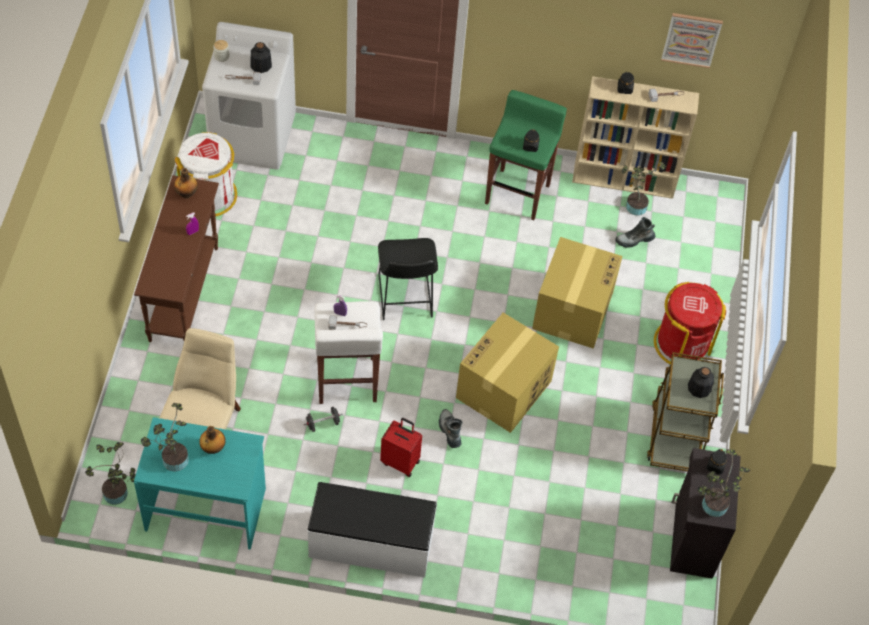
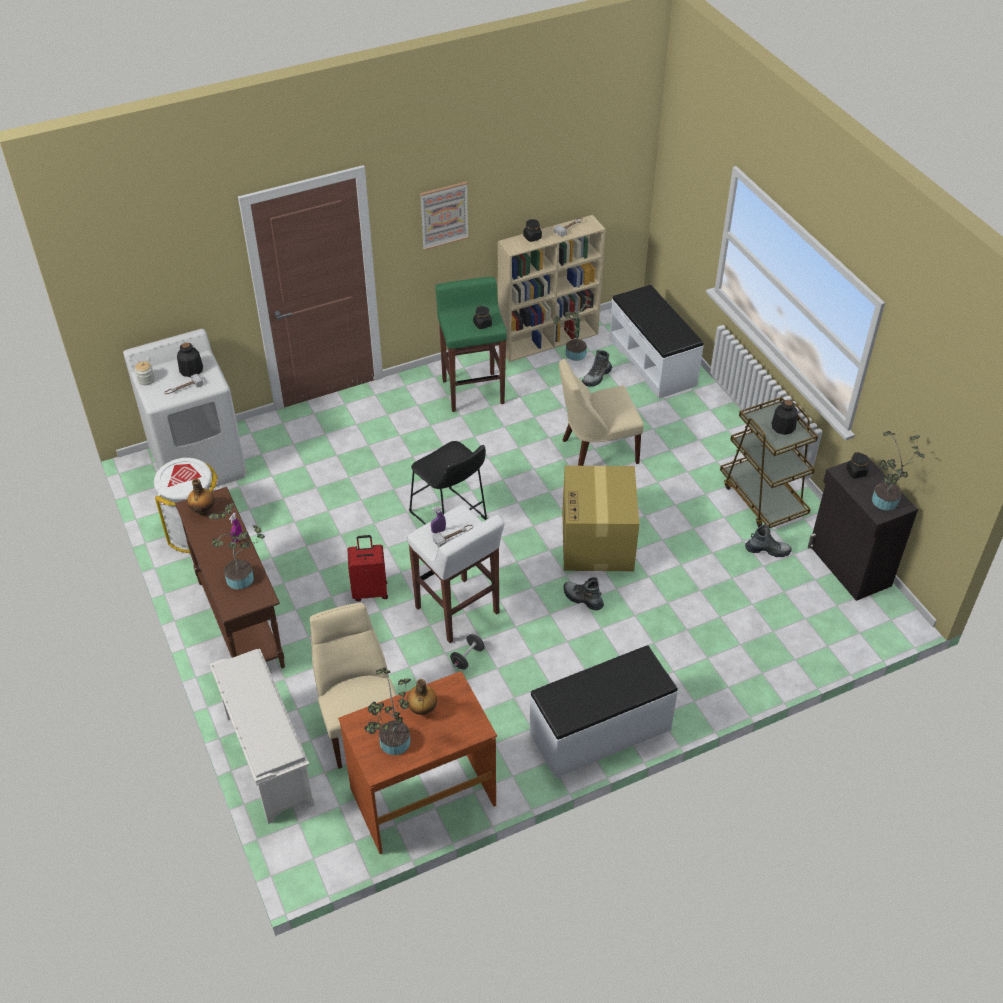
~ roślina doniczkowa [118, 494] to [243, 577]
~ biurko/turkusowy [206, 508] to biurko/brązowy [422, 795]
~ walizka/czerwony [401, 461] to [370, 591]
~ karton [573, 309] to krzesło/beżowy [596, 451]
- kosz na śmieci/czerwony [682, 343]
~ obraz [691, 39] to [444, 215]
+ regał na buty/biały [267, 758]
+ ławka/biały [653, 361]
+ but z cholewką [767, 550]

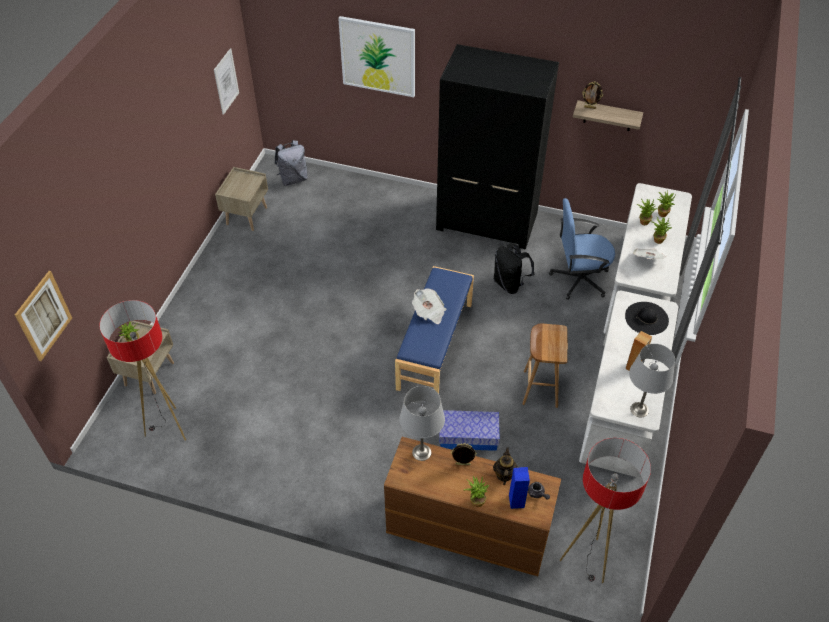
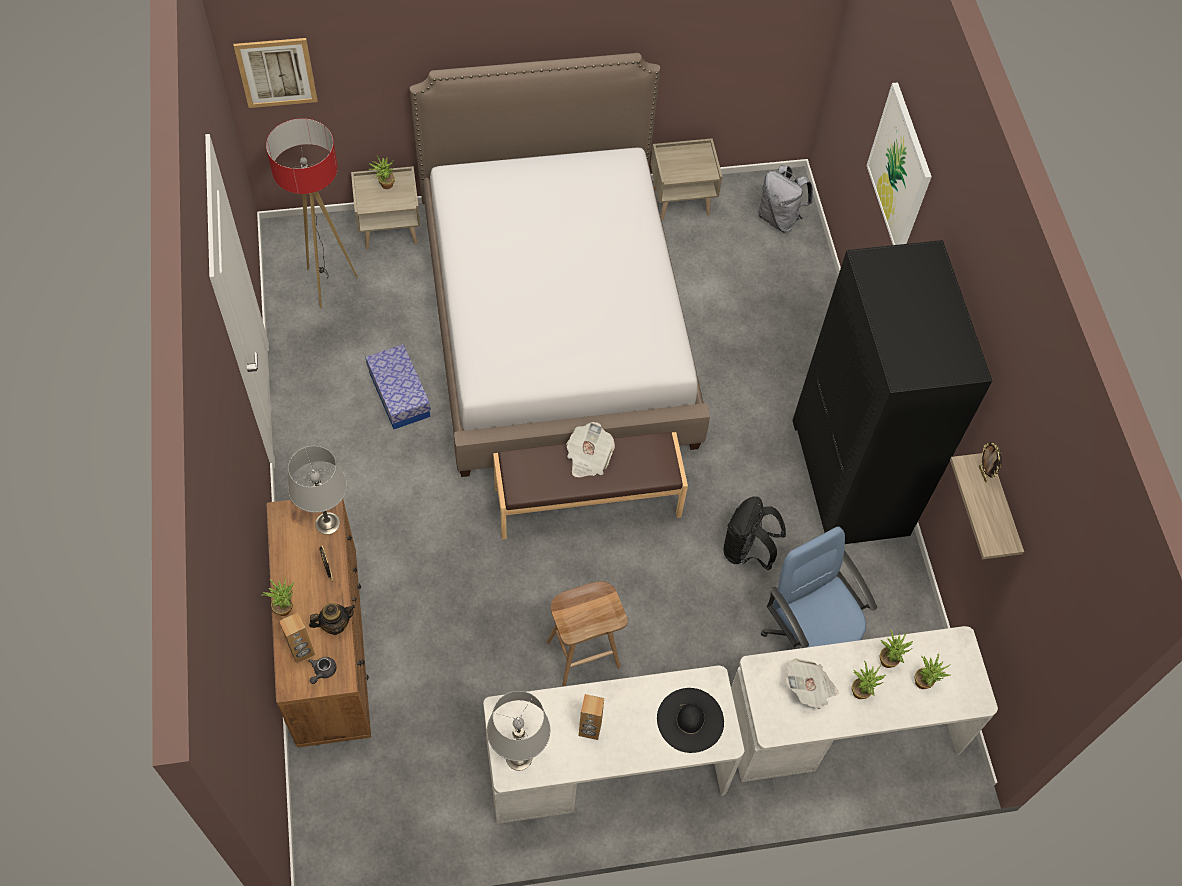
- obraz [226, 81]
~ ławka/niebieski [434, 345] to ławka/brązowy [587, 500]
~ pojemnik do przechowywania [468, 436] to [399, 395]
~ głośnik/niebieski [516, 501] to głośnik/brązowy [302, 652]
- lampa stojąca [586, 561]
+ łóżko [556, 324]

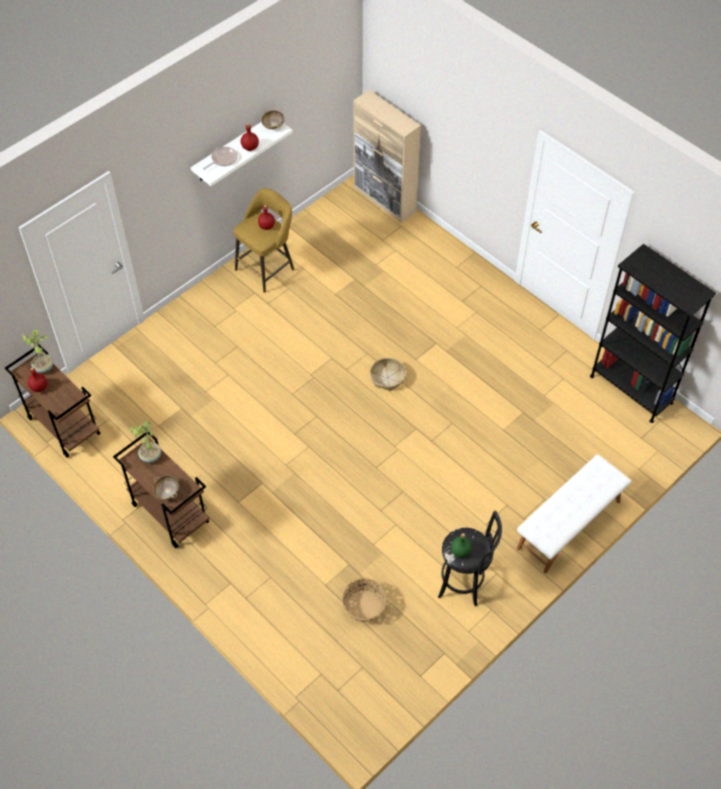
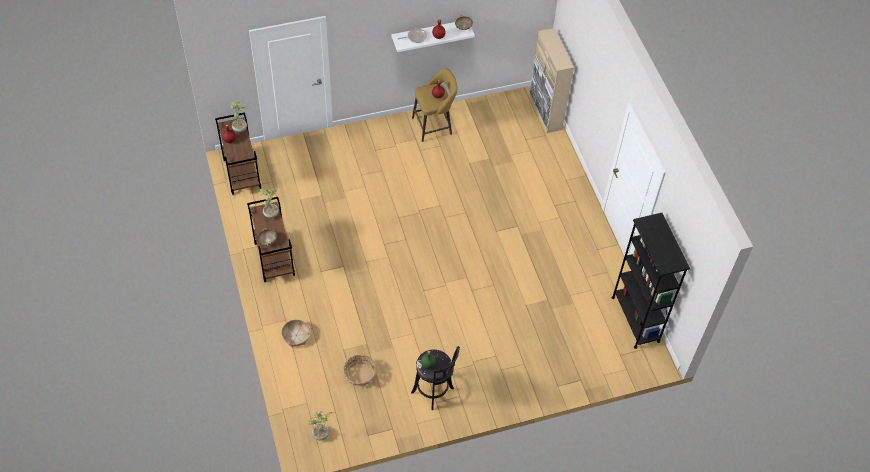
~ koszyk [387, 378] to [296, 335]
- ławka/biały [569, 525]
+ roślina doniczkowa [321, 434]

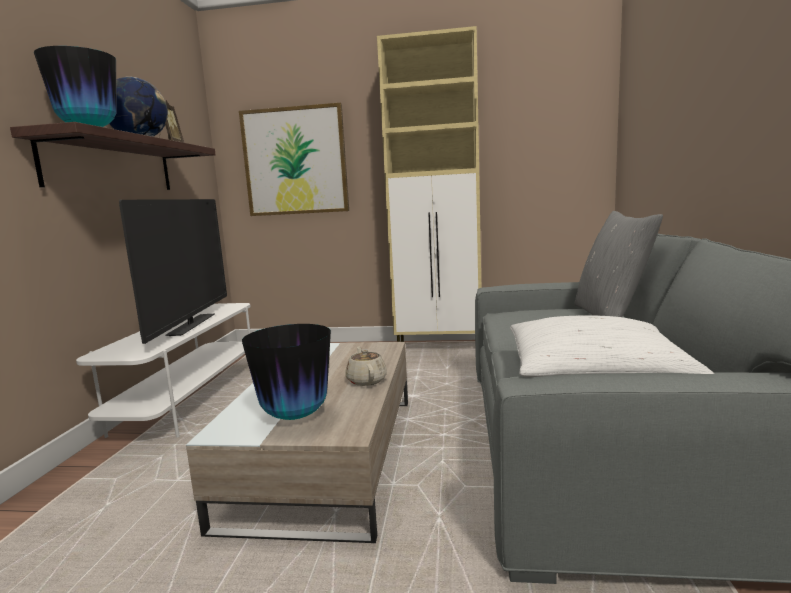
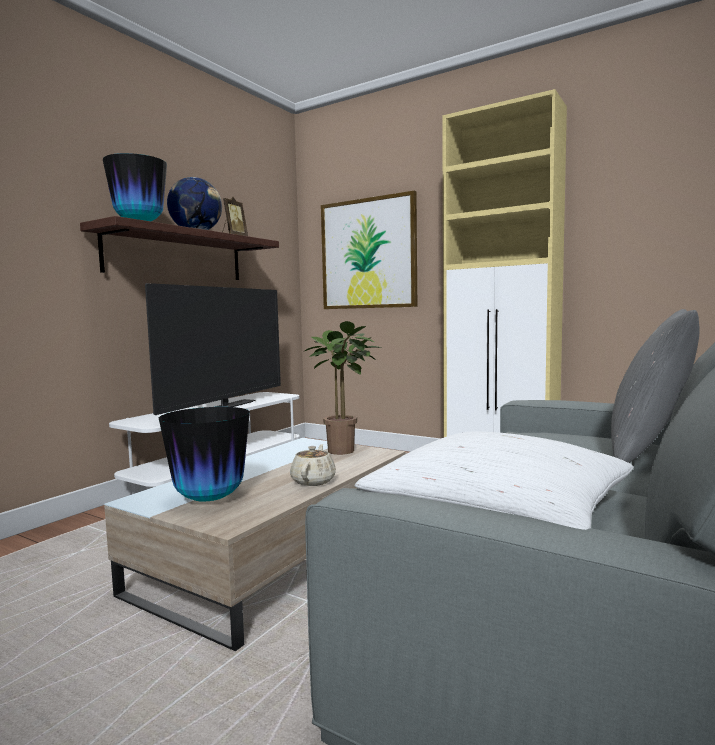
+ roślina doniczkowa [346, 451]

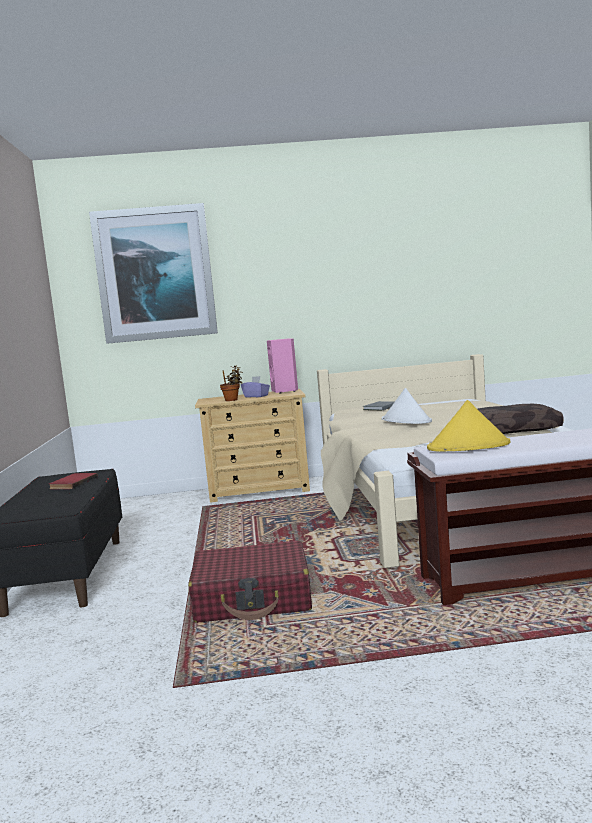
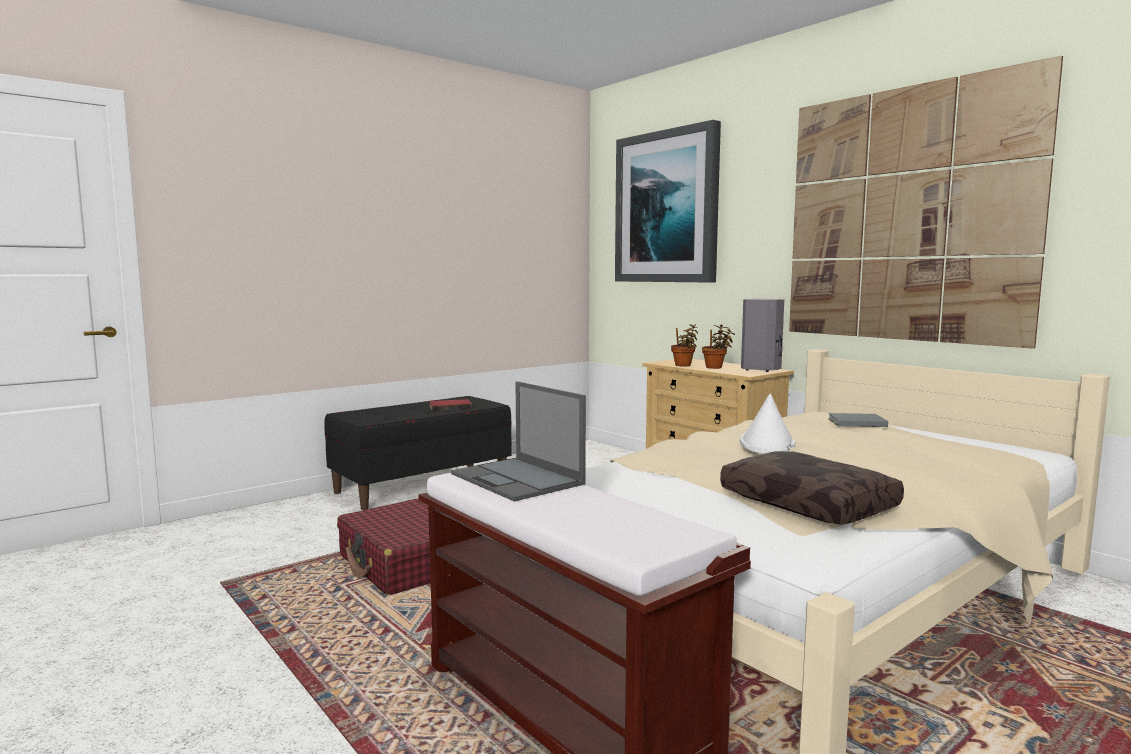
~ pudełko chusteczek/fioletowy [256, 396] to roślina doniczkowa [715, 367]
~ głośnik/różowy [285, 391] to głośnik/szary [762, 369]
~ kapelusz/żółty [469, 446] to laptop [518, 479]
+ obraz [906, 215]

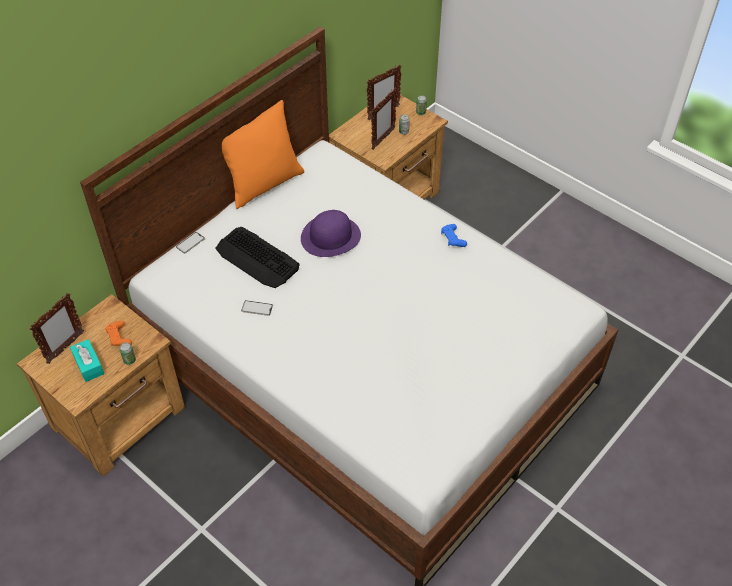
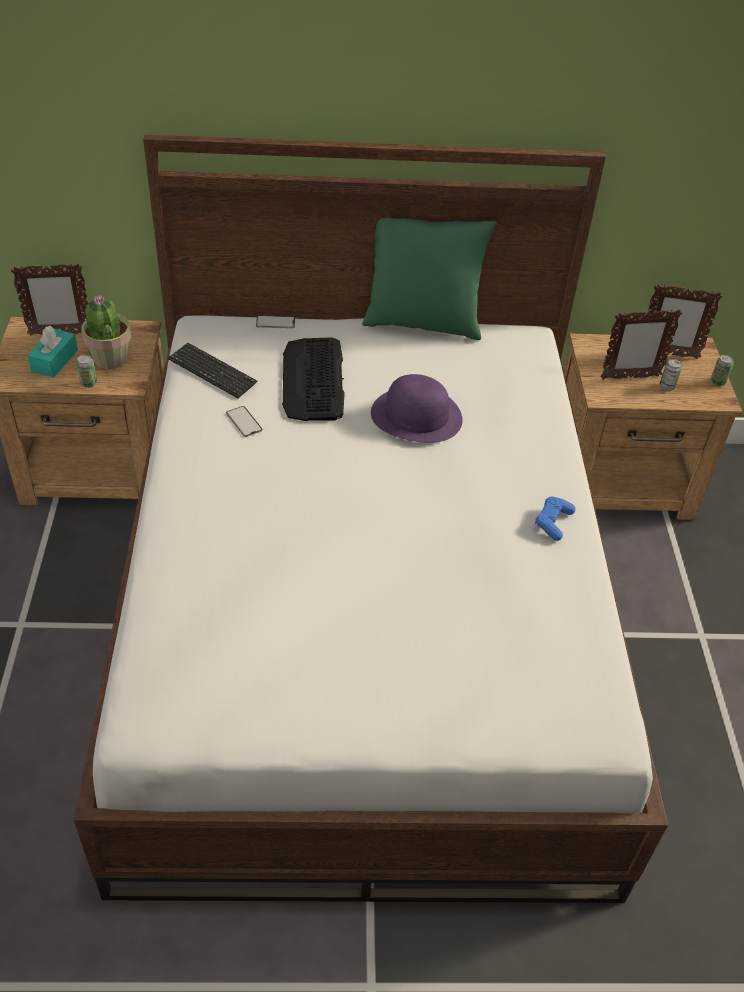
~ pad do gier/pomarańczowy [119, 337] to roślina doniczkowa [110, 359]
~ poduszka/pomarańczowy [263, 184] to poduszka/zielony [422, 323]
+ klawiatura [212, 372]

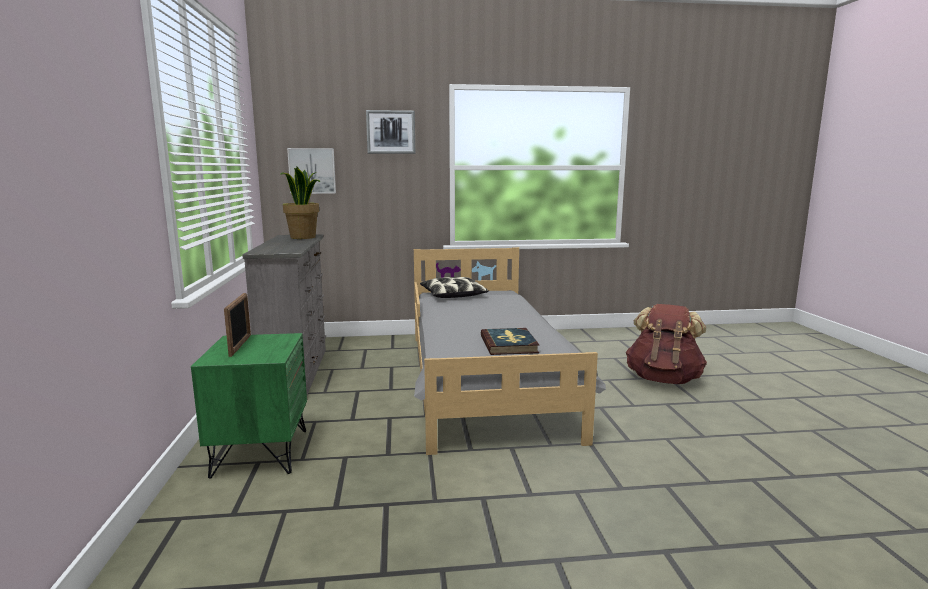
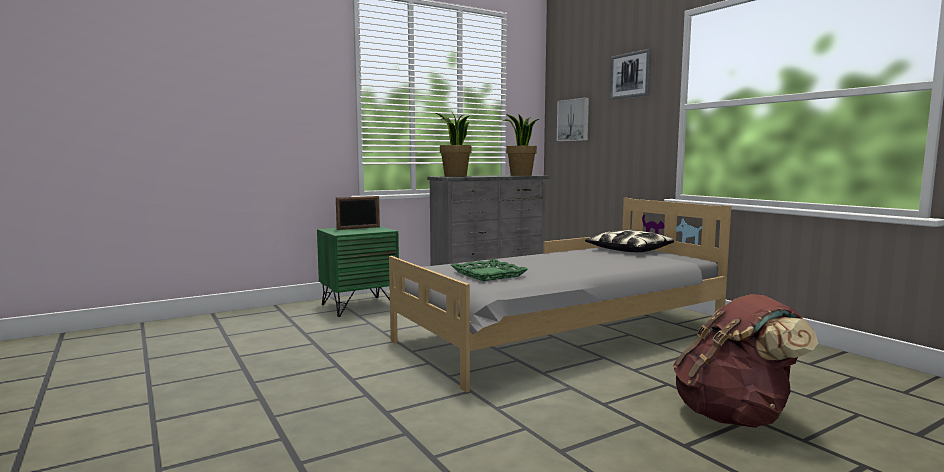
~ książka [509, 344] to taca/zielony [489, 274]
+ roślina doniczkowa [455, 176]

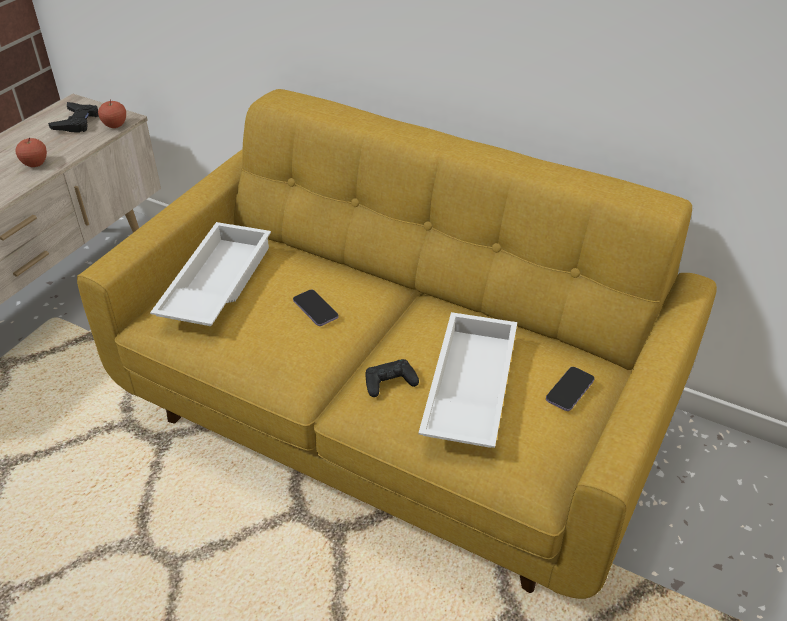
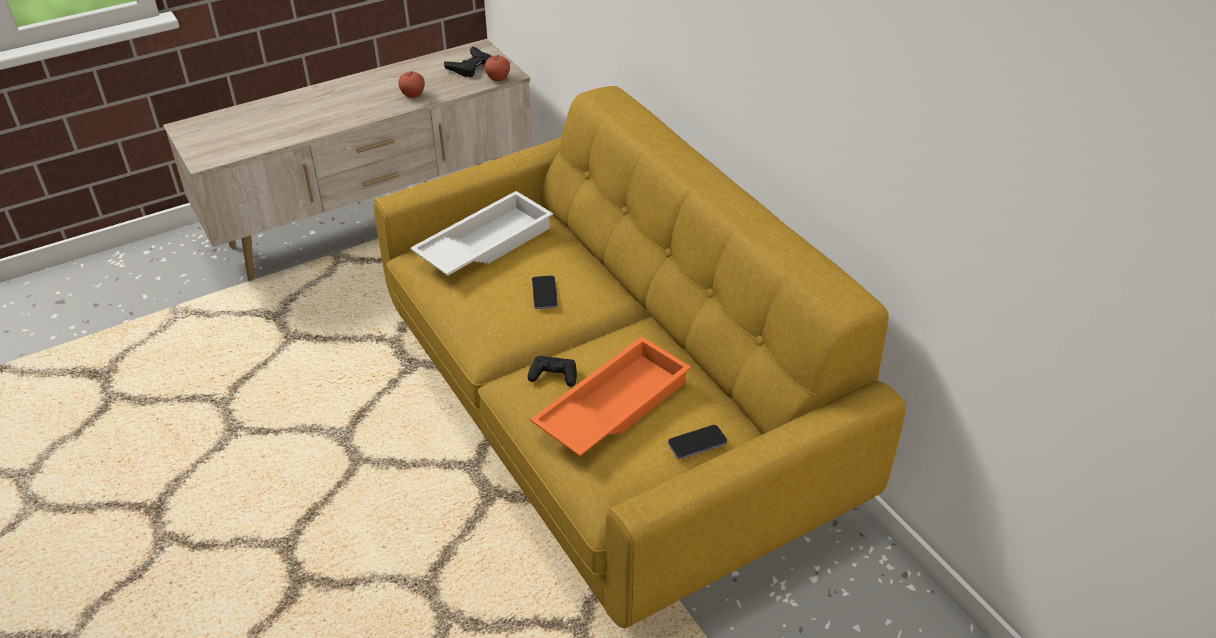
~ taca/biały [467, 388] to taca/pomarańczowy [611, 406]

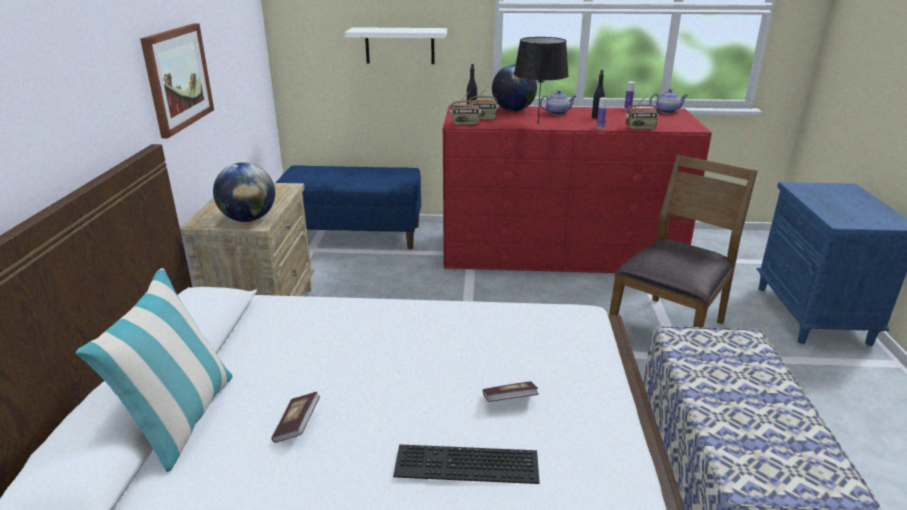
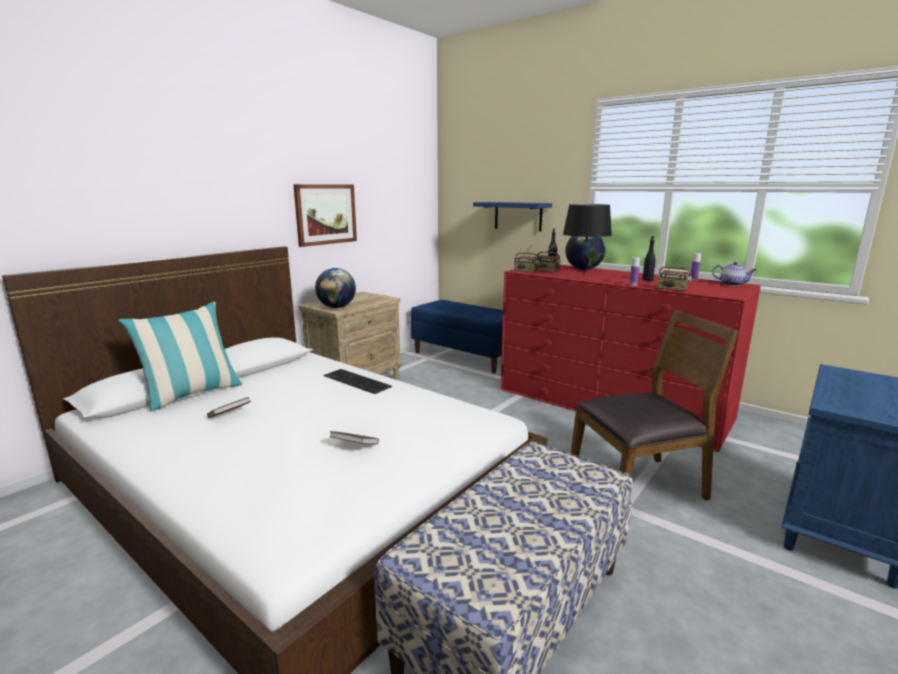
~ półka/biały [400, 45] to półka/niebieski [518, 216]
~ klawiatura [465, 466] to [355, 381]
- imbryk [557, 113]

